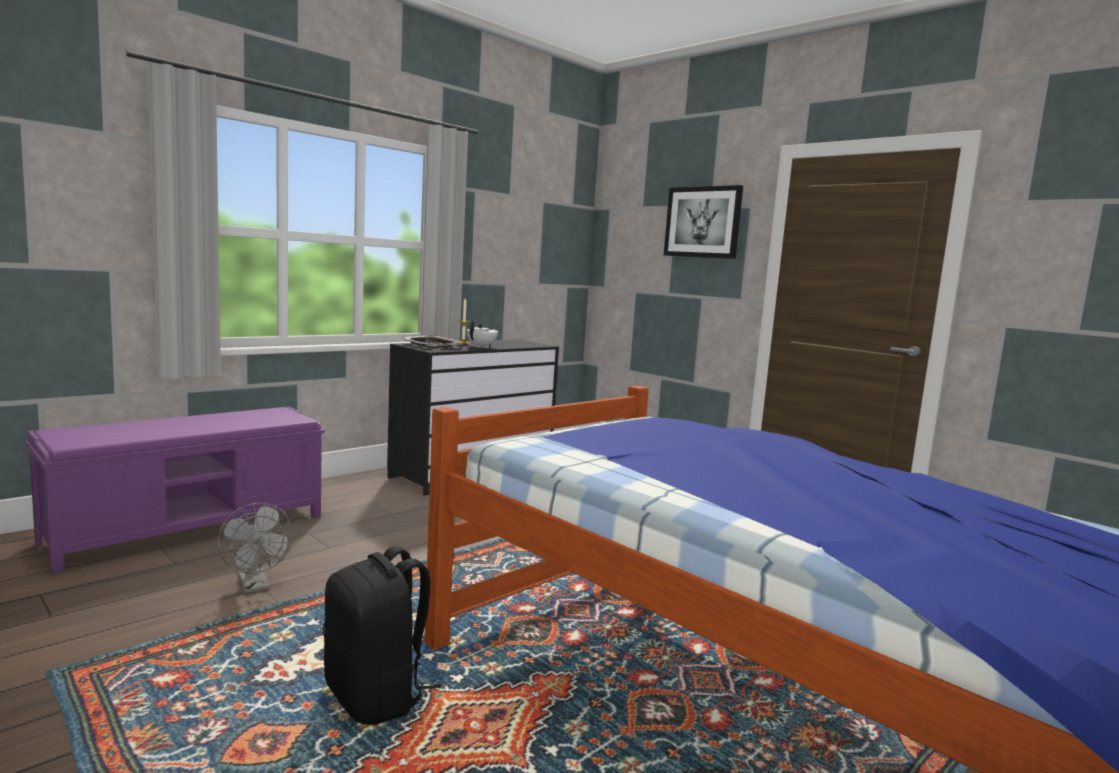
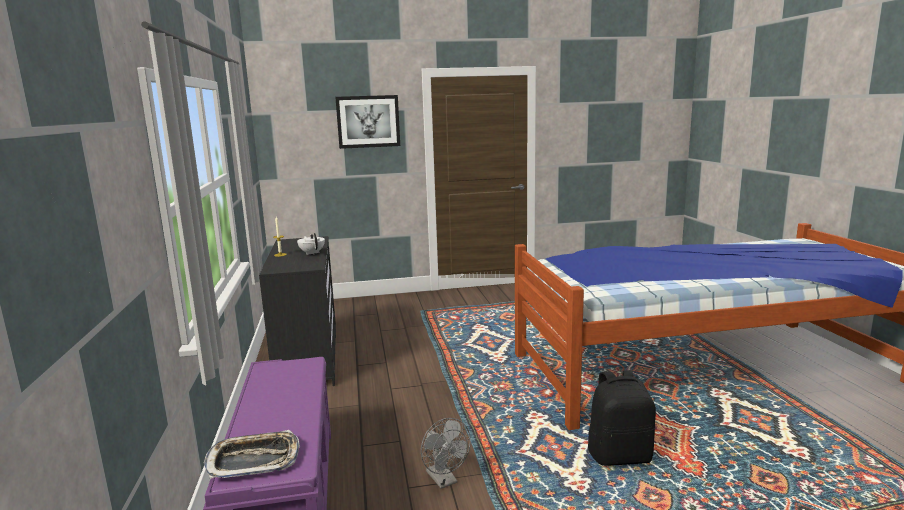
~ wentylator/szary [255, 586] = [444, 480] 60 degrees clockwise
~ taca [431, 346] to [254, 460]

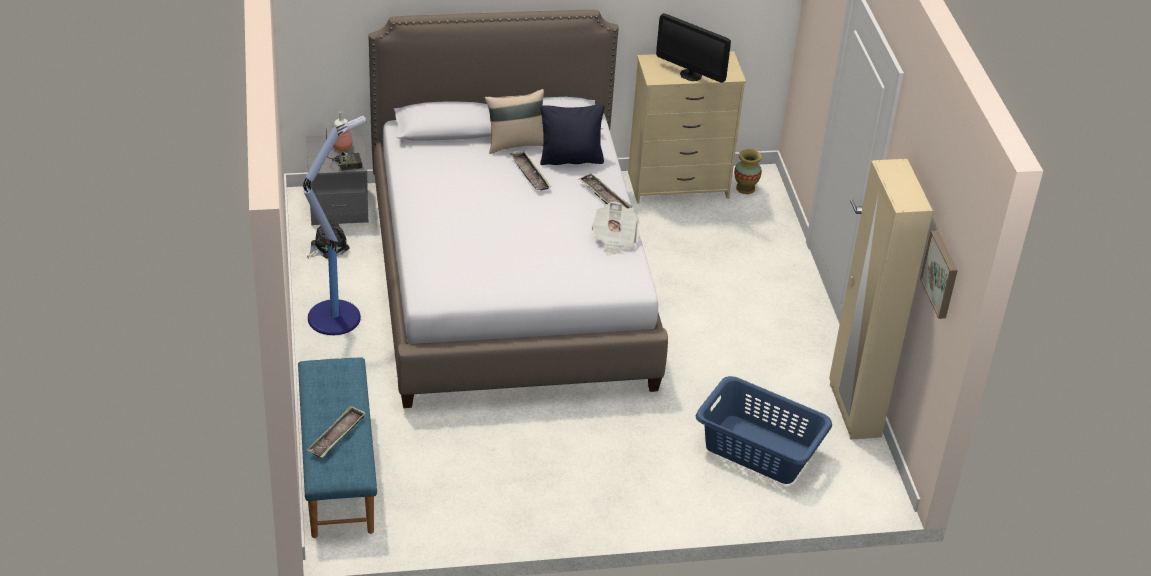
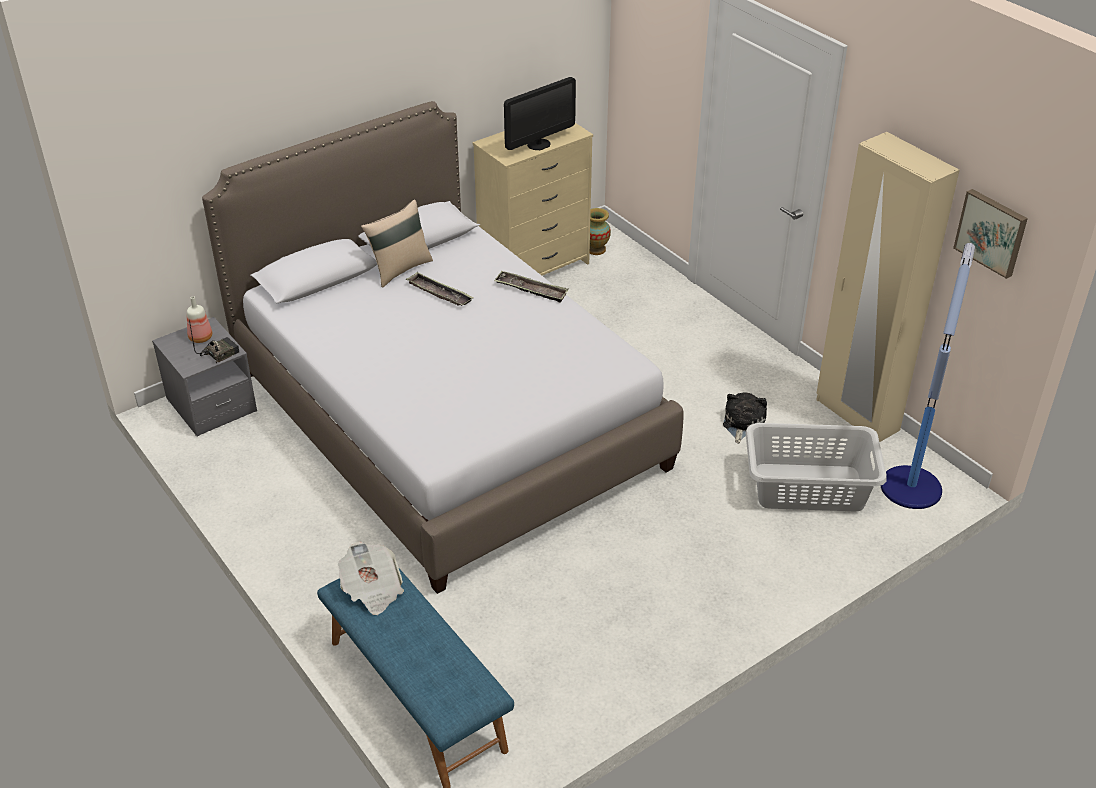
~ lampa stojąca [335, 316] to [911, 485]
~ pluszak [327, 247] to [742, 424]
- taca [337, 435]
- poduszka/czarny [571, 159]
~ gazeta [614, 239] to [372, 590]
~ monitor [691, 75] = [538, 144] 45 degrees counterclockwise
~ kosz na pranie/niebieski [759, 450] to kosz na pranie/szary [809, 488]

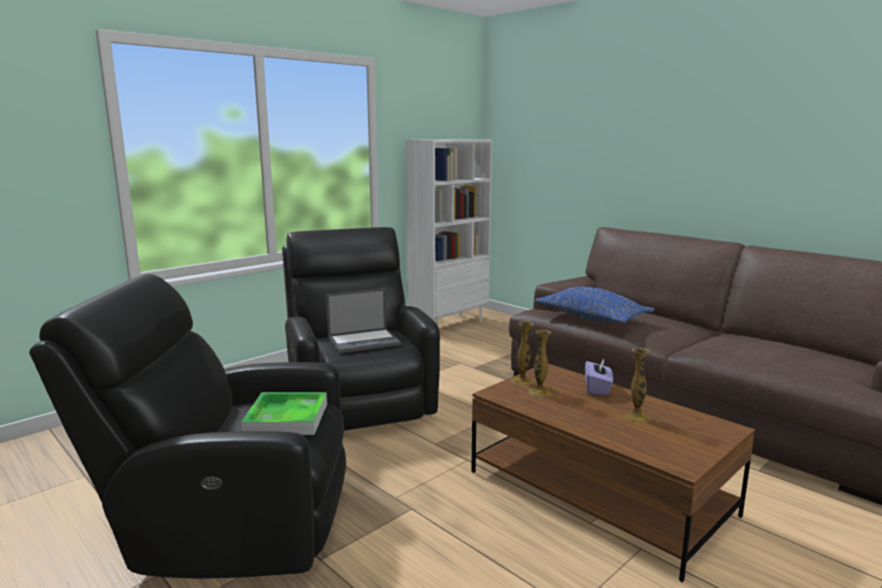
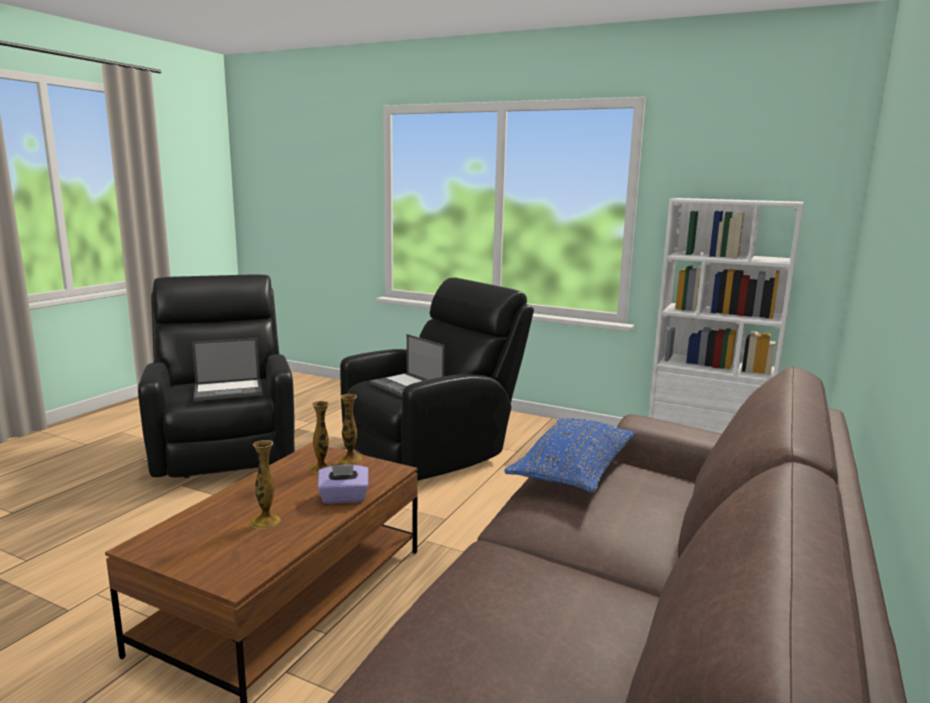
~ taca [287, 418] to laptop [229, 390]

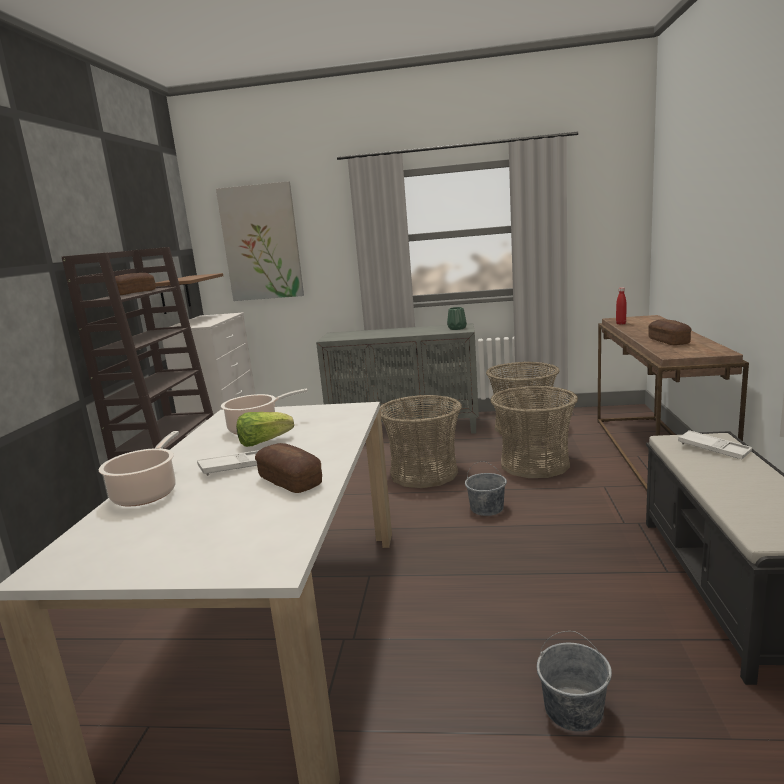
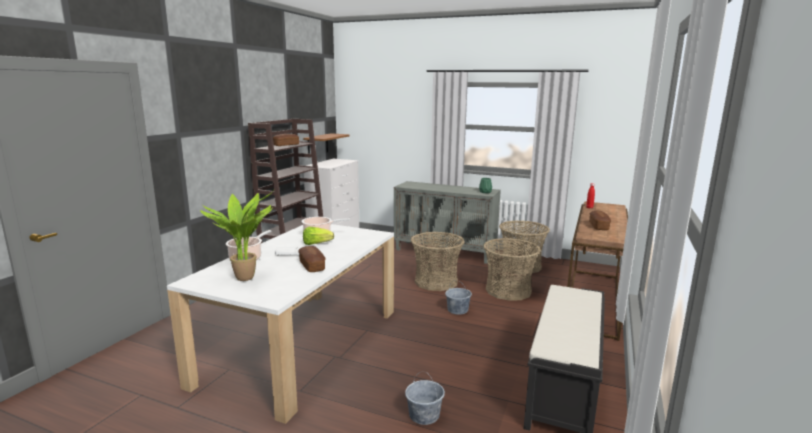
- obraz [261, 243]
- taca/biały [713, 449]
+ roślina doniczkowa [246, 277]

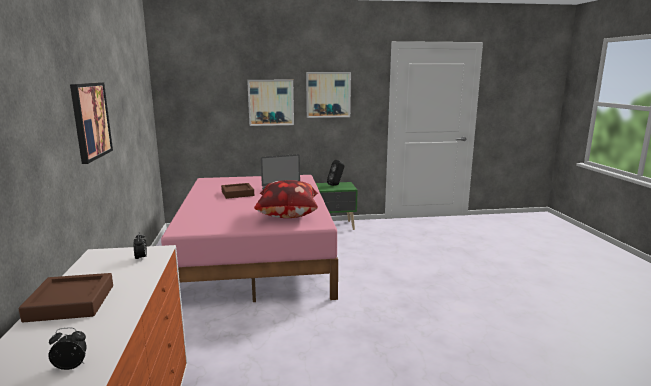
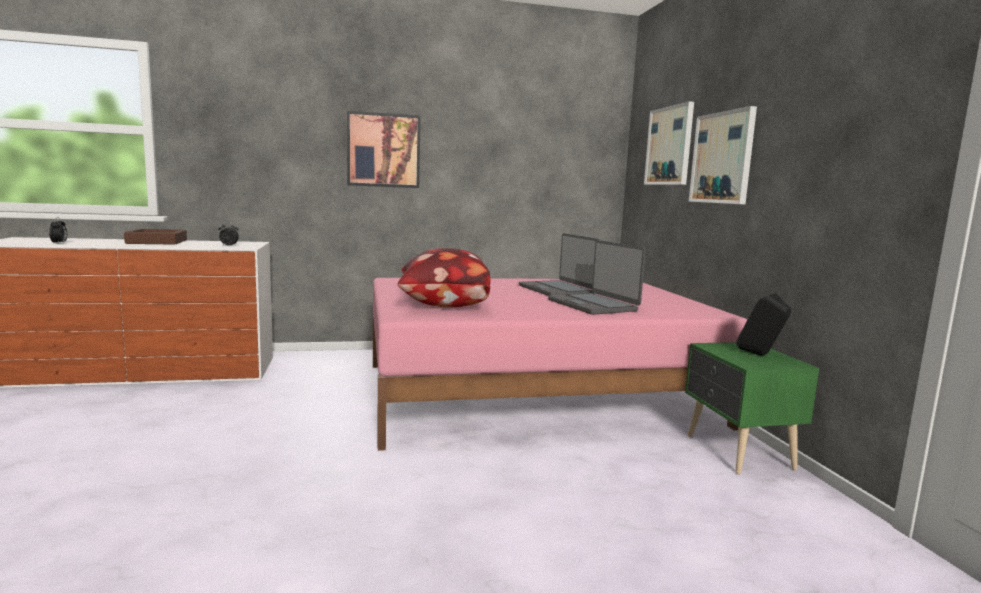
~ taca/brązowy [237, 193] to laptop [557, 290]
~ obraz [328, 94] to [669, 146]

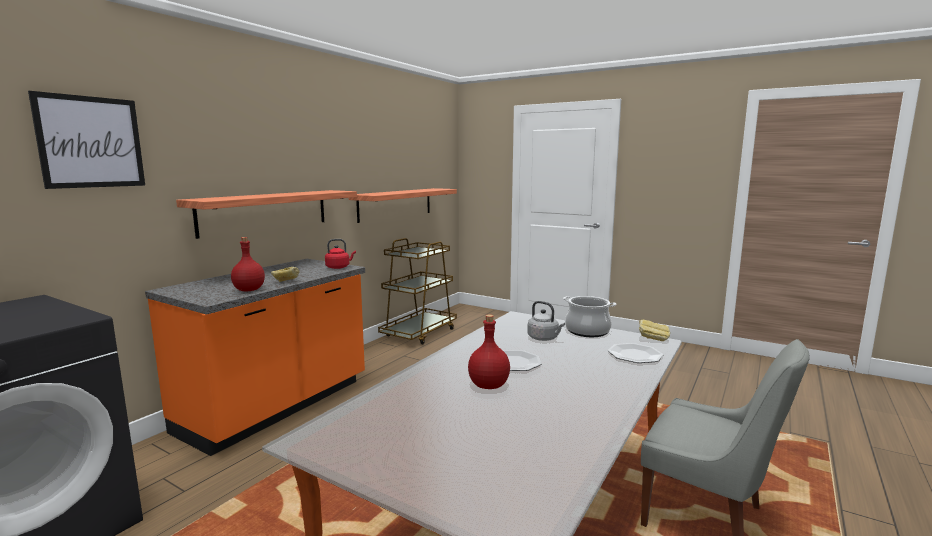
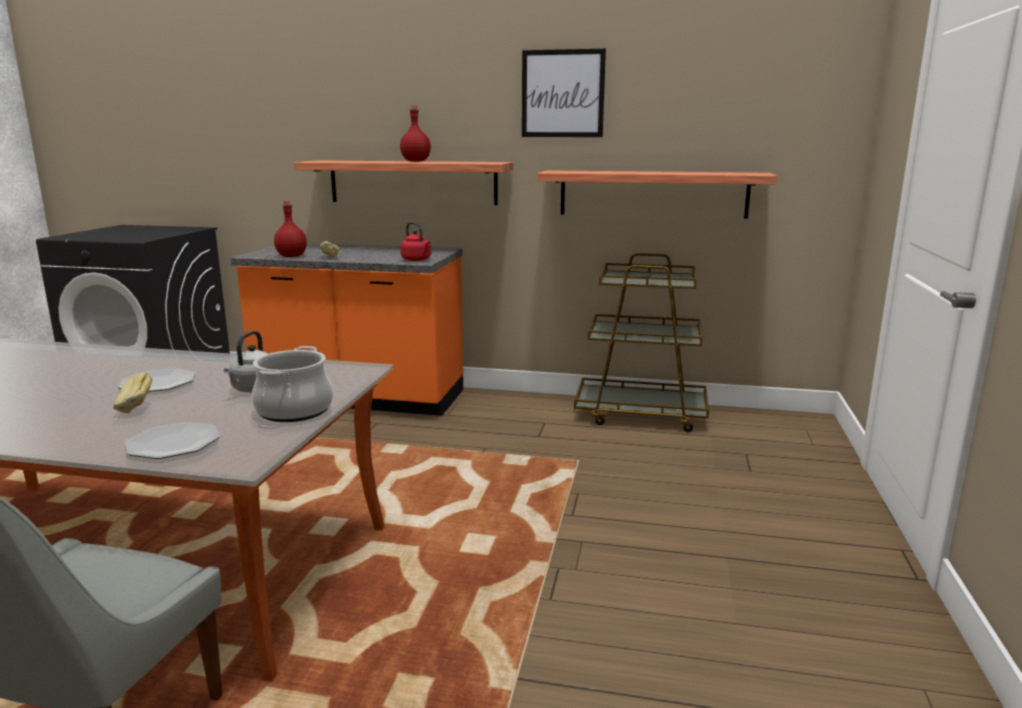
~ obraz [91, 142] to [562, 94]
~ butelka/czerwony [489, 385] to [416, 161]
~ chleb [653, 340] to [135, 408]

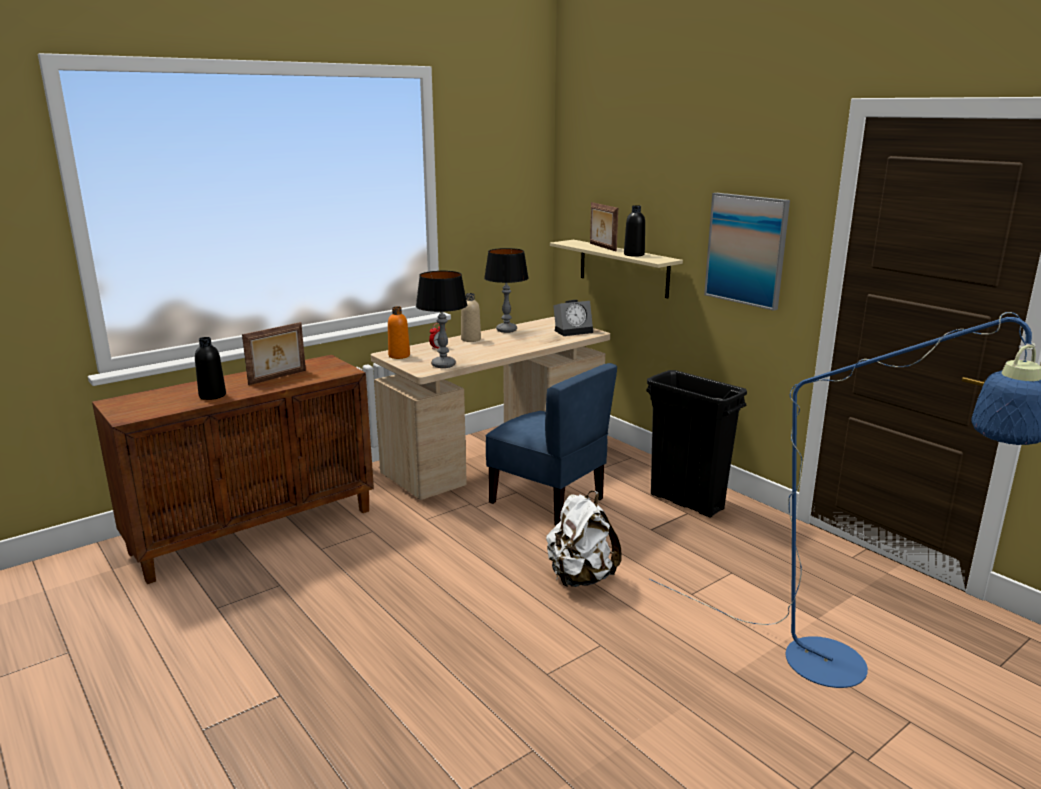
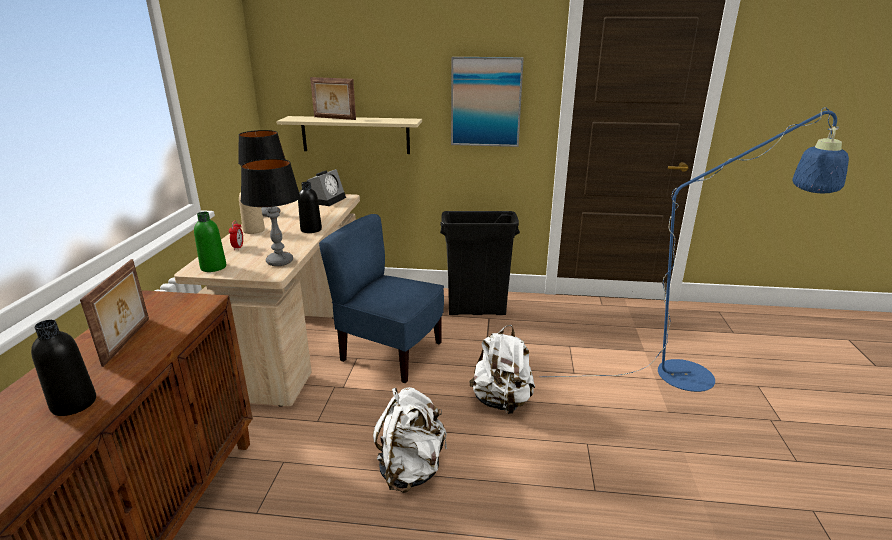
~ butelka/pomarańczowy [399, 356] to butelka/zielony [213, 267]
~ krzesło/niebieski [548, 500] = [390, 353] 150 degrees counterclockwise
~ butelka/czarny [634, 254] to [311, 230]
+ plecak/biały [411, 469]

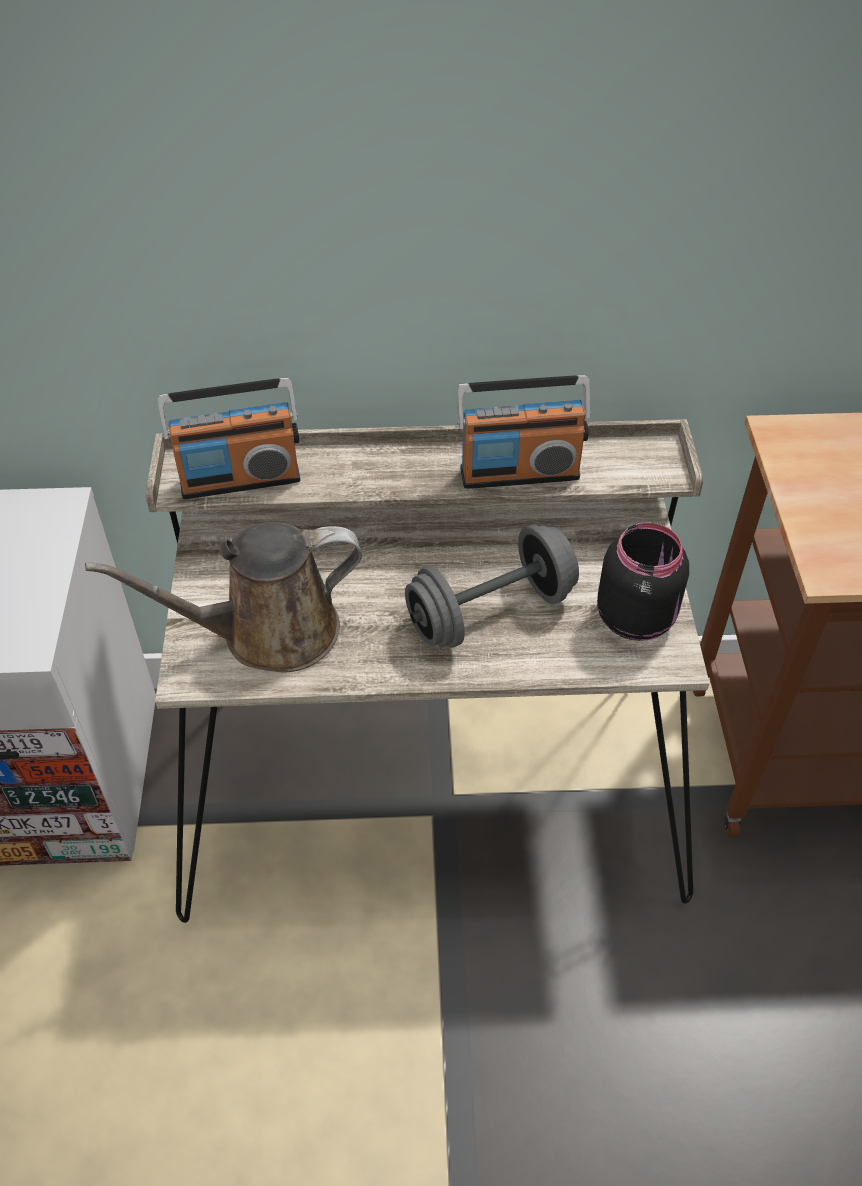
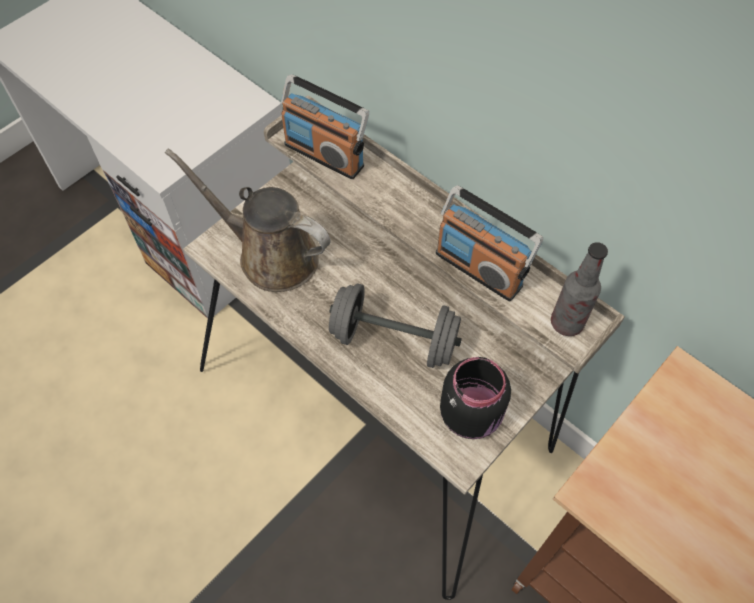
+ butelka [566, 323]

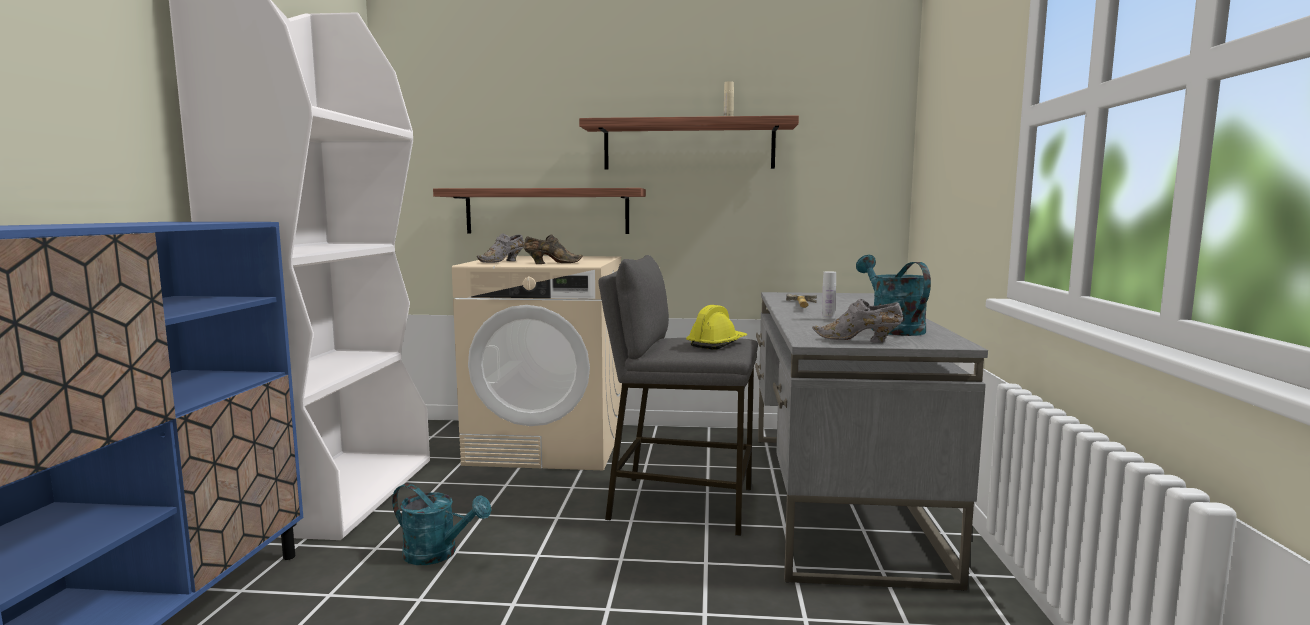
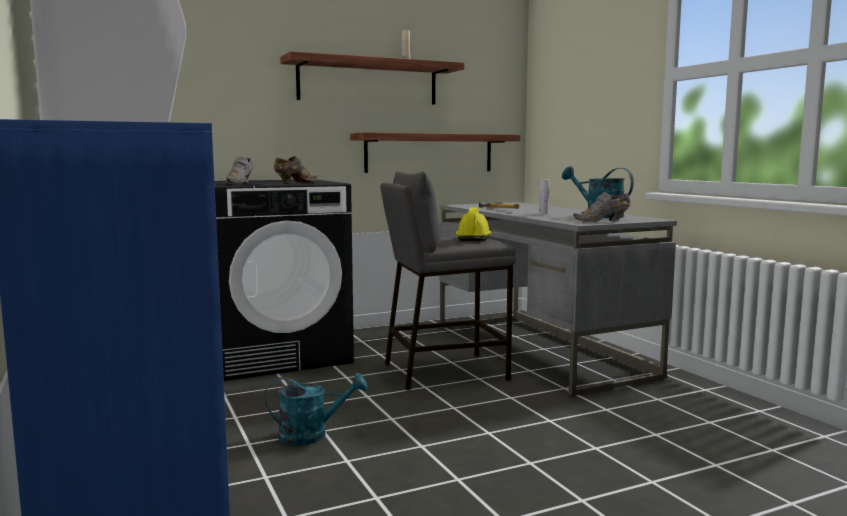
~ półka [547, 211] to [429, 153]
~ pralka/beżowy [549, 444] to pralka/czarny [276, 355]

